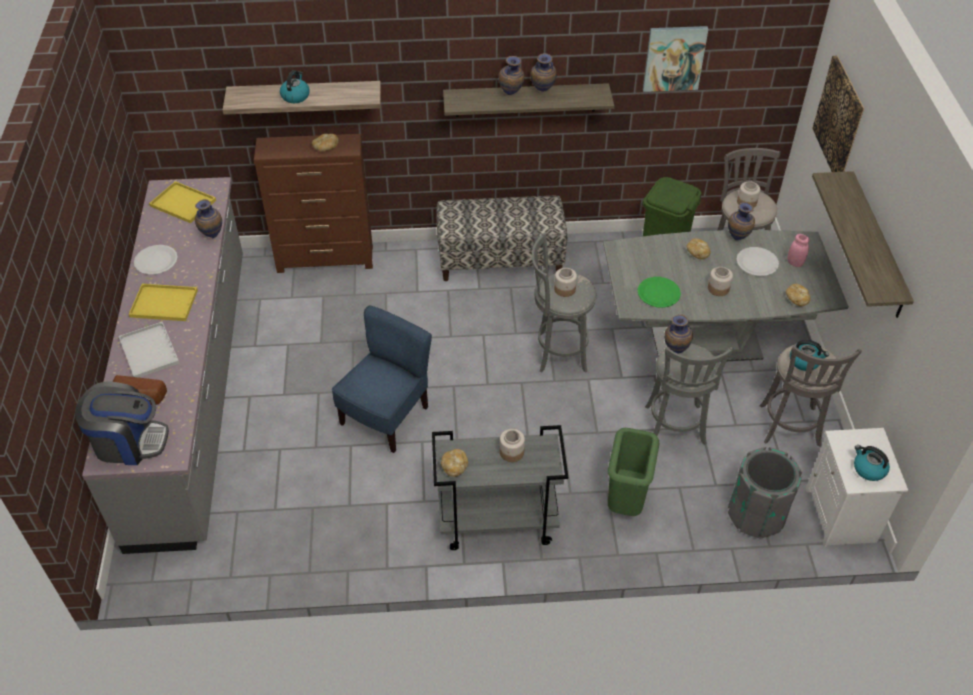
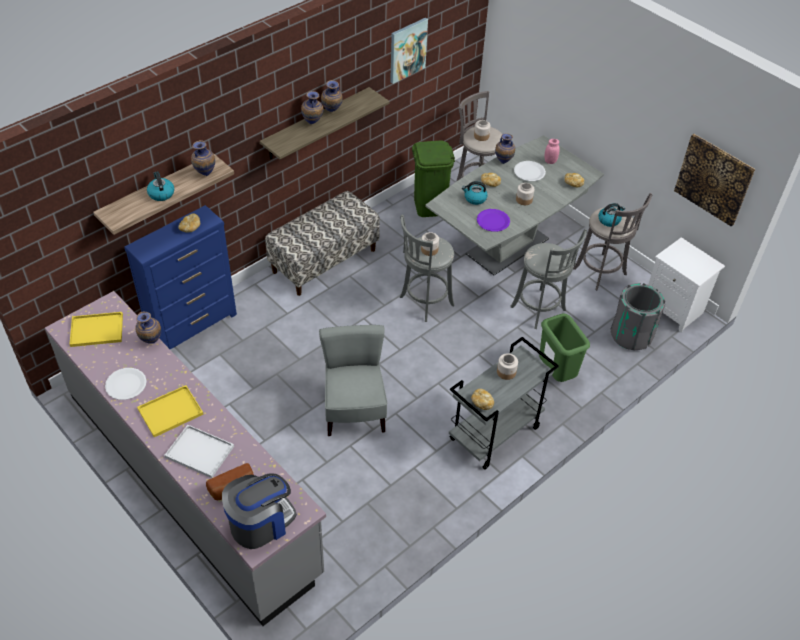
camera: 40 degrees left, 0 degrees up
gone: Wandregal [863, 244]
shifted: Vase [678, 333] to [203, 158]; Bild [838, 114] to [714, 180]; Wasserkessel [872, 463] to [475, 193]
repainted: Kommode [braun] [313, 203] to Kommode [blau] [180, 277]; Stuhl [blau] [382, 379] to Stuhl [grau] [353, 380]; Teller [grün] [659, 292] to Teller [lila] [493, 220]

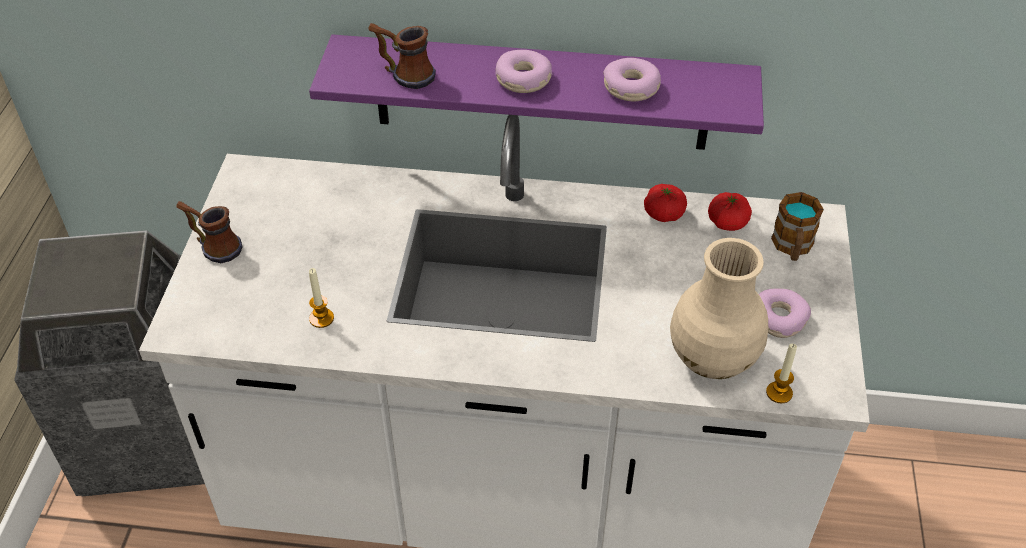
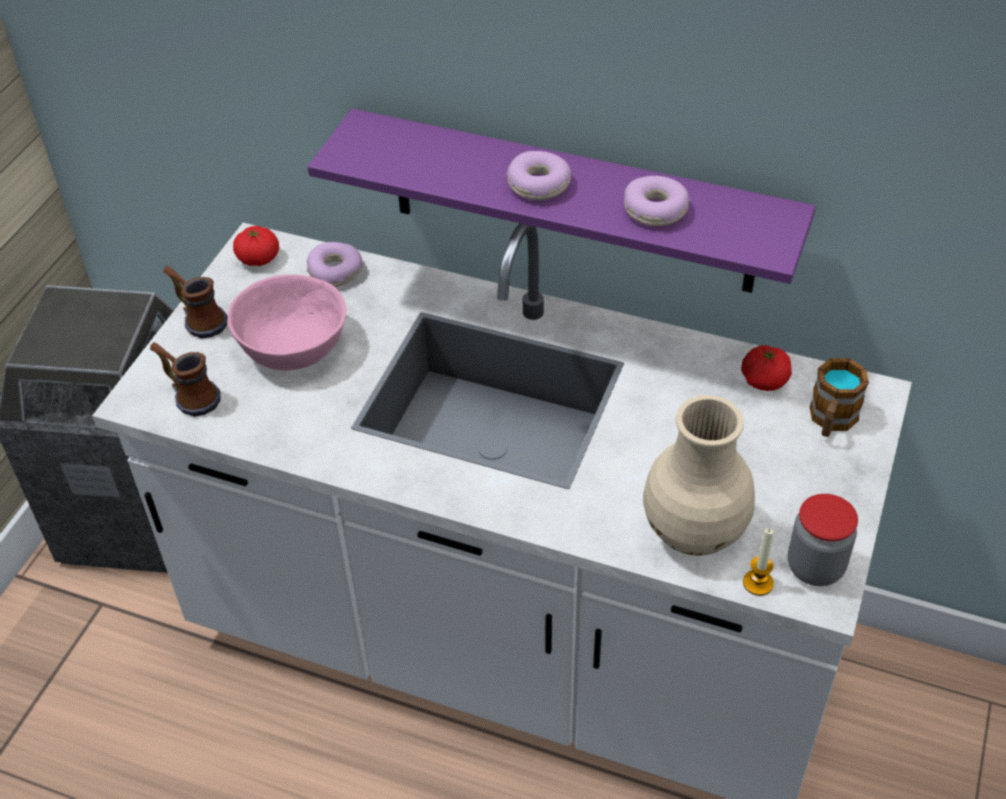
camera: 15 degrees right, 0 degrees up
gone: Kerze [321, 298]
new: Schüssel [rosa] [287, 322]; Vorratsglas [823, 540]
shifted: Henkelbecher [402, 56] to [185, 379]; Tomate [665, 203] to [256, 246]; Donut [785, 313] to [335, 264]

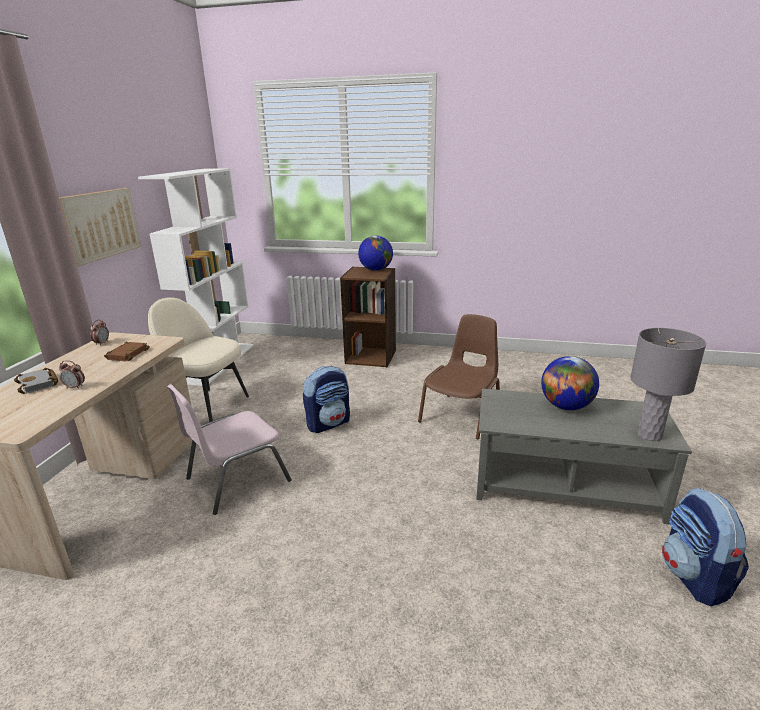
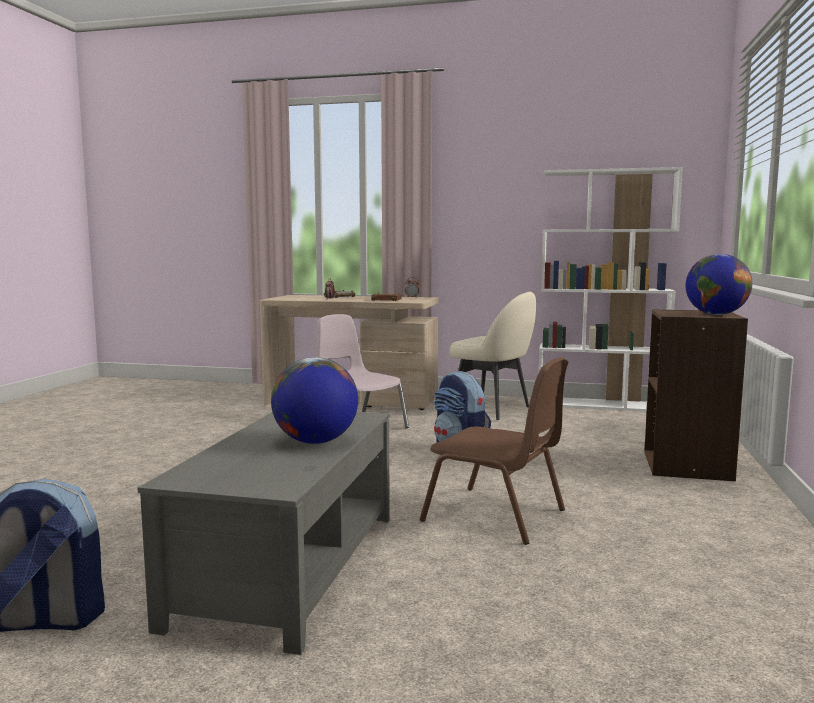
camera: 90 degrees right, 15 degrees down
gone: Bild [100, 227]; Tischlampe [grau] [668, 384]
rotated: Stuhl [beige] [198, 359] = [493, 356] 105 degrees clockwise

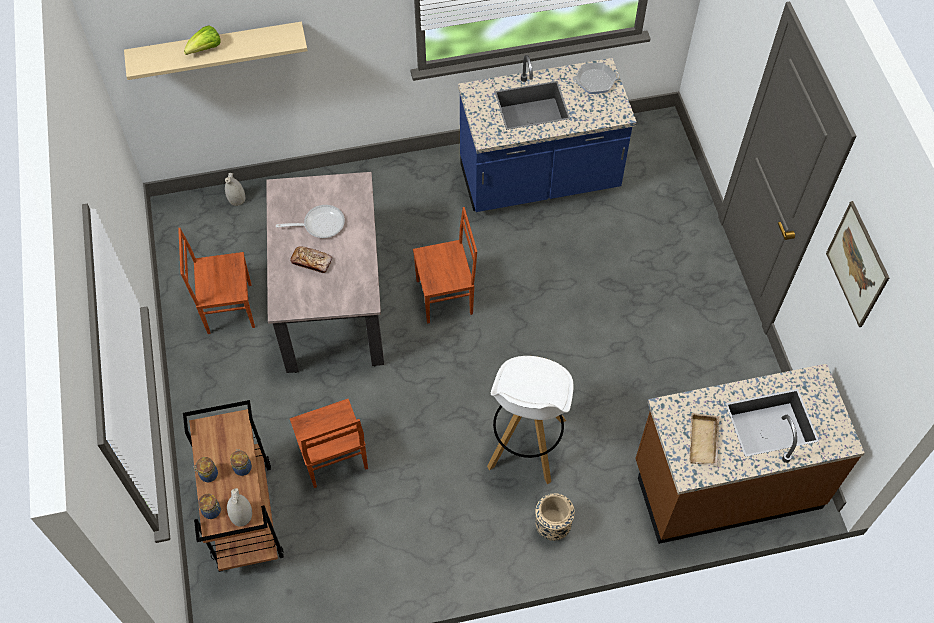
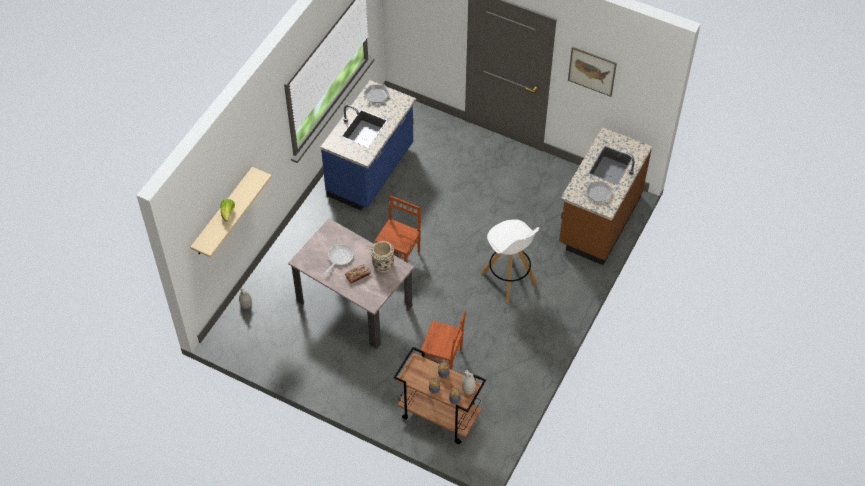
camera: 50 degrees left, 5 degrees down
gone: Stuhl [braun] [216, 281]
shifted: Vase [beige] [555, 517] to [382, 256]
swapped: Tablett [beige] [704, 439] to Pfanne [599, 192]

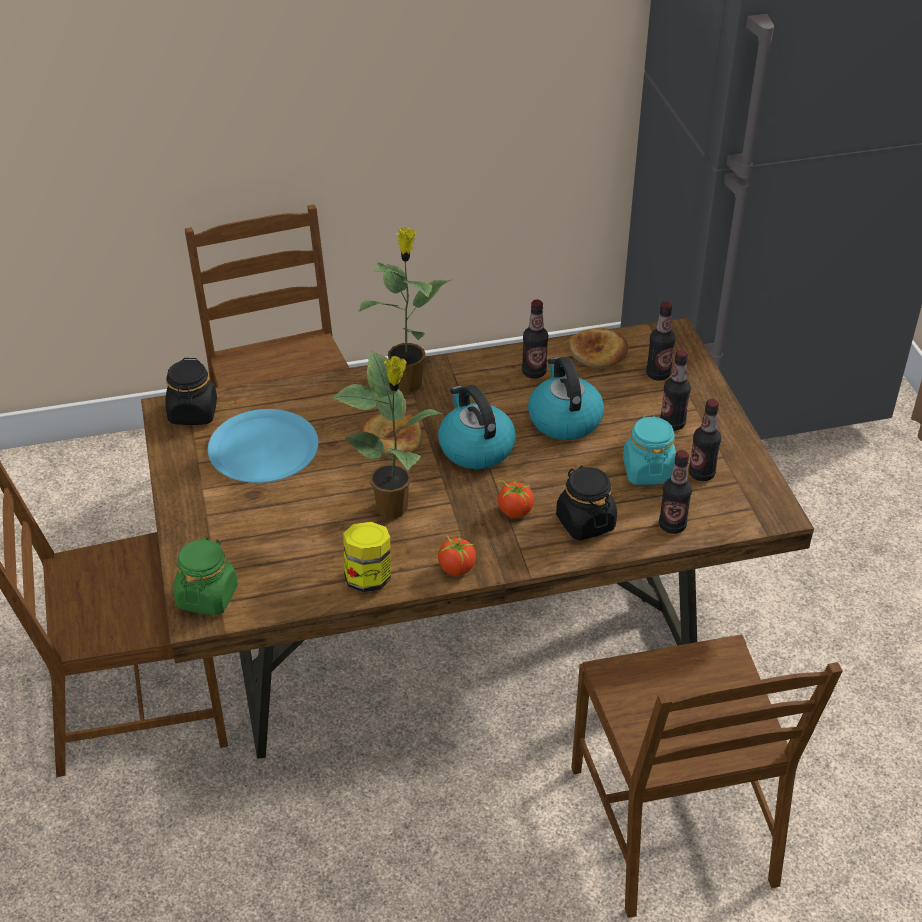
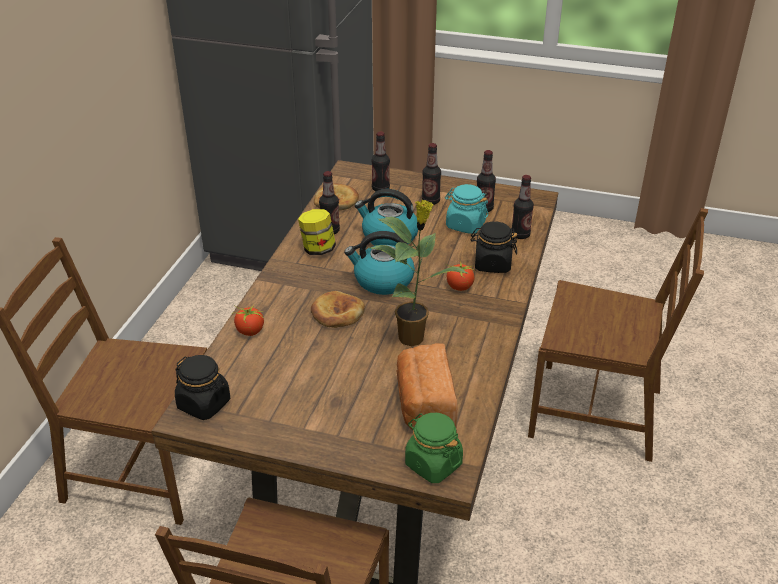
camera: 60 degrees left, 5 degrees down
gone: Teller [blau] [263, 446]; Topfpflanze [404, 310]
new: Brot [427, 386]
shifted: Vorratsglas [366, 557] to [317, 232]; Tomate [457, 552] to [248, 320]

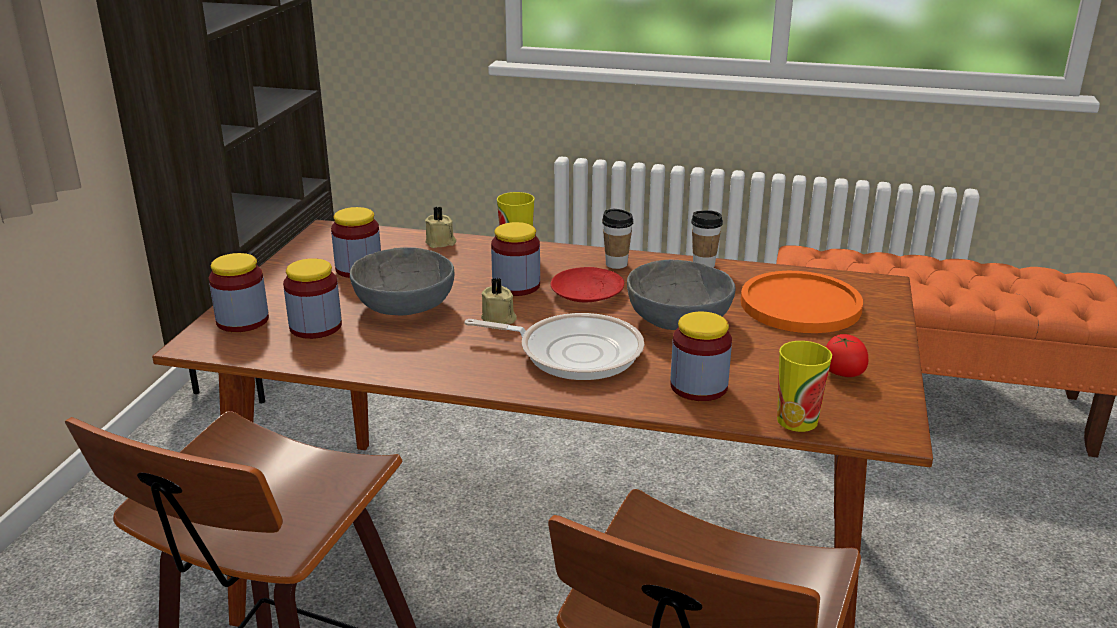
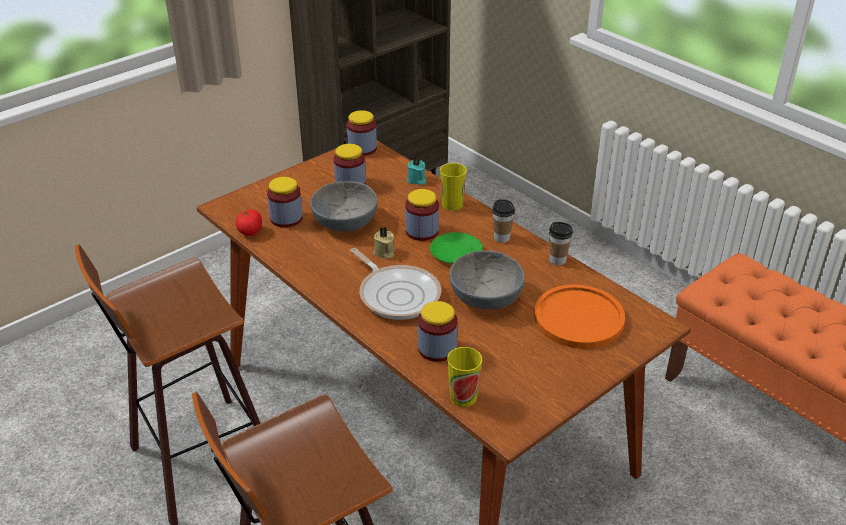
camera: 35 degrees right, 10 degrees up
shifted: Vorratsglas [239, 292] to [362, 133]; Tomate [847, 355] to [249, 222]
repainted: Kerze [beige] [440, 227] to Kerze [türkis] [416, 170]; Teller [rot] [587, 284] to Teller [grün] [456, 248]

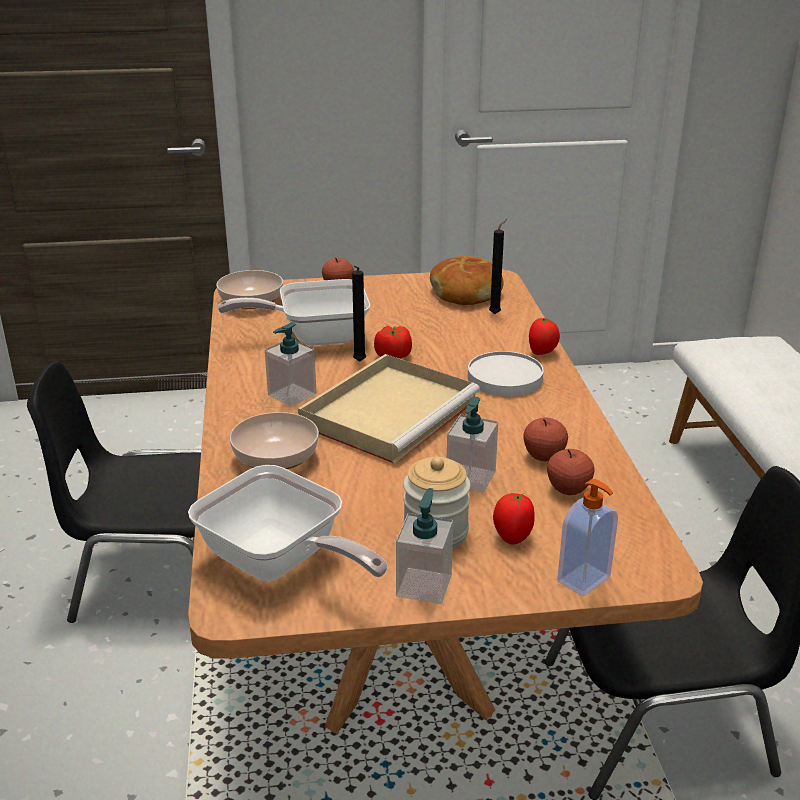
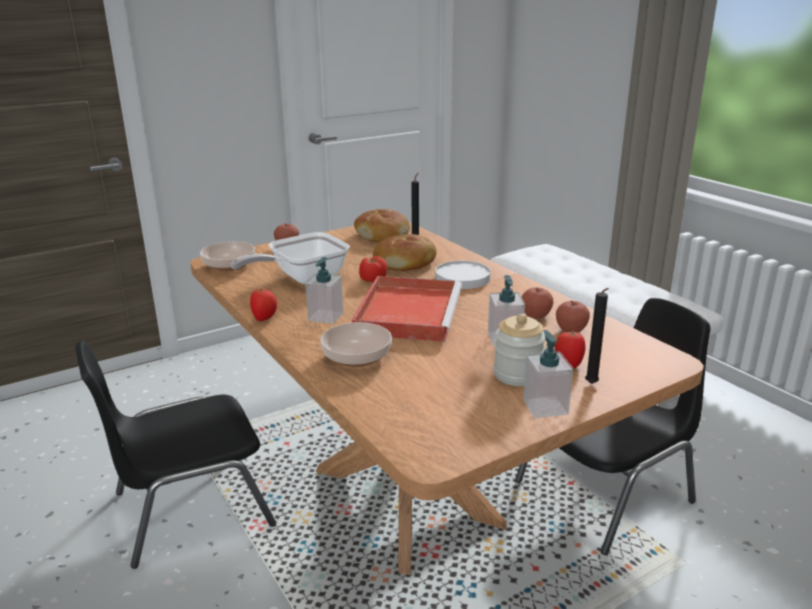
camera: 25 degrees left, 5 degrees down
gone: Pfanne [287, 523]; Seifenspender [587, 538]
new: Brot [404, 252]
shifted: Kerze [schwarz] [359, 314] to [597, 336]; Tomate [544, 336] to [263, 304]
repainted: Tablett [beige] [389, 409] to Tablett [rot] [407, 309]

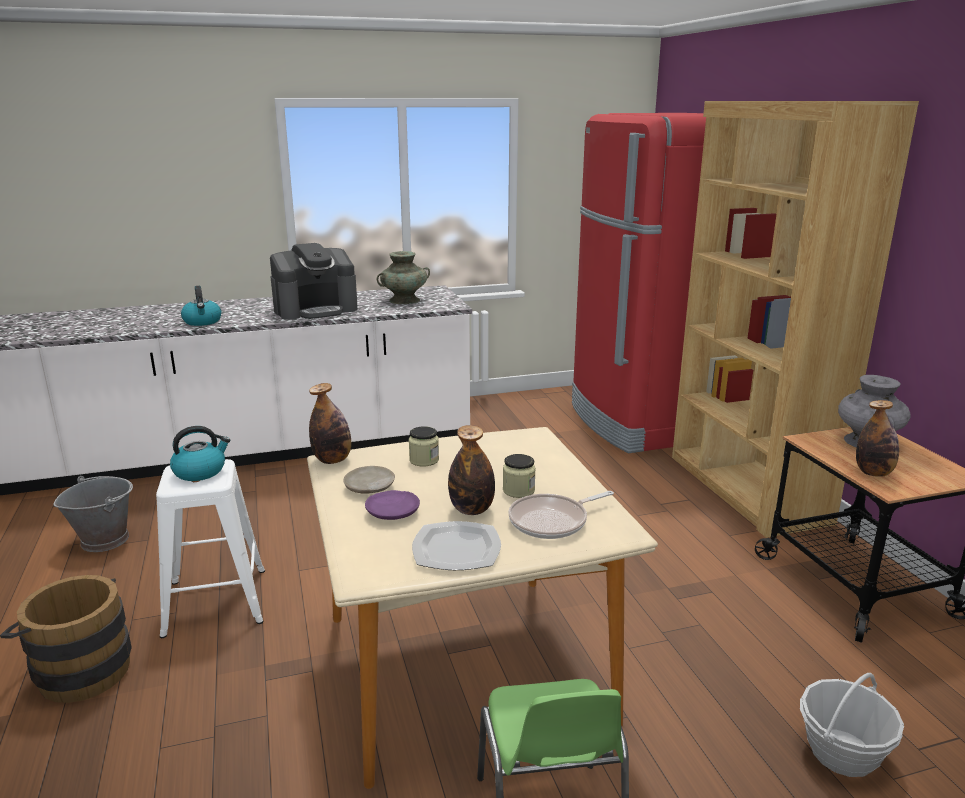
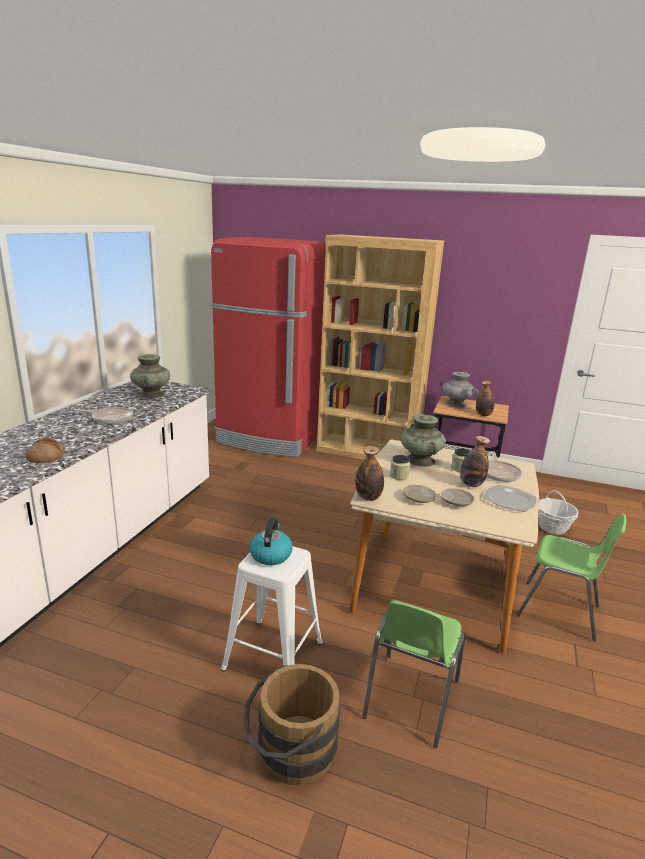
camera: 55 degrees left, 0 degrees up
gone: Eimer [grau] [93, 514]
new: Stuhl [grün] [414, 674]; Vase [türkis] [423, 440]
swapped: Wasserkessel [201, 306] to Brot [45, 450]; Kaffeemaschine [314, 281] to Pfanne [103, 415]
repainted: Teller [lila] [392, 505] to Teller [beige] [457, 497]

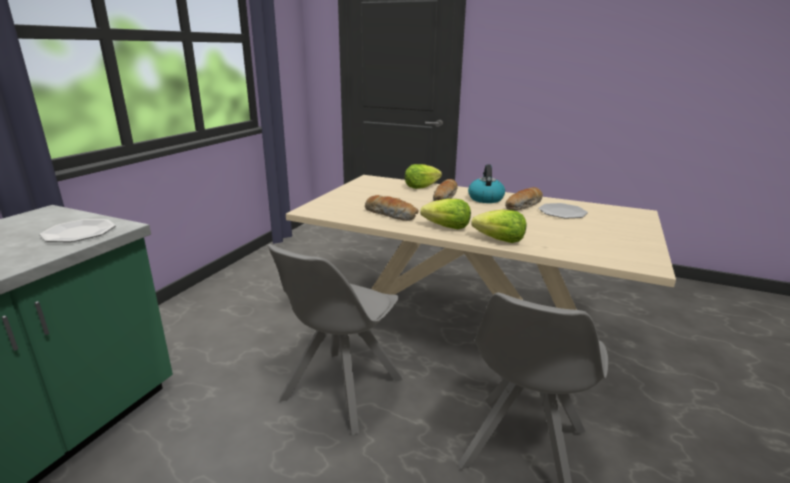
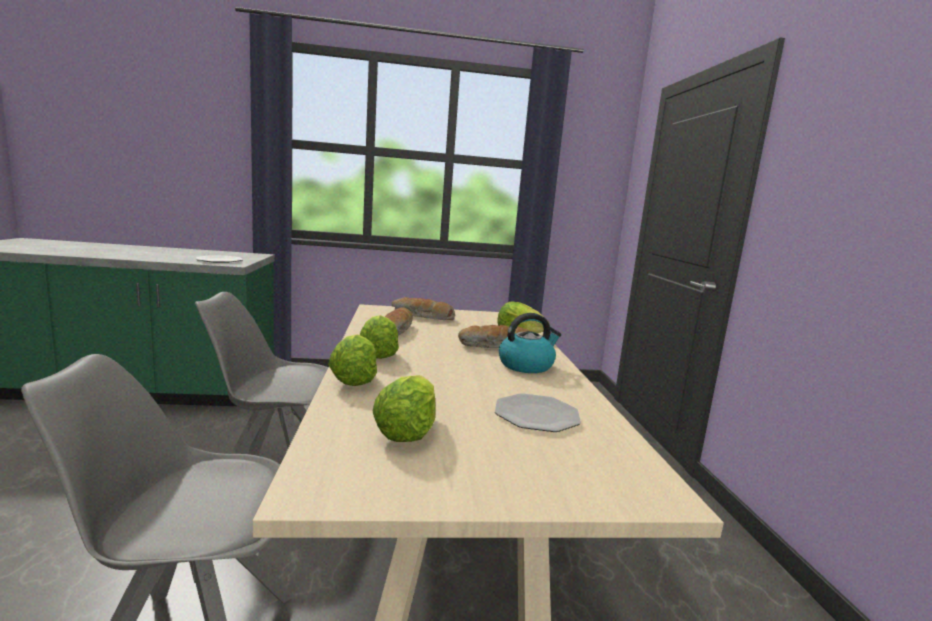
camera: 60 degrees right, 10 degrees down
new: Salatkopf [404, 408]
shifted: Brot [524, 199] to [423, 308]

